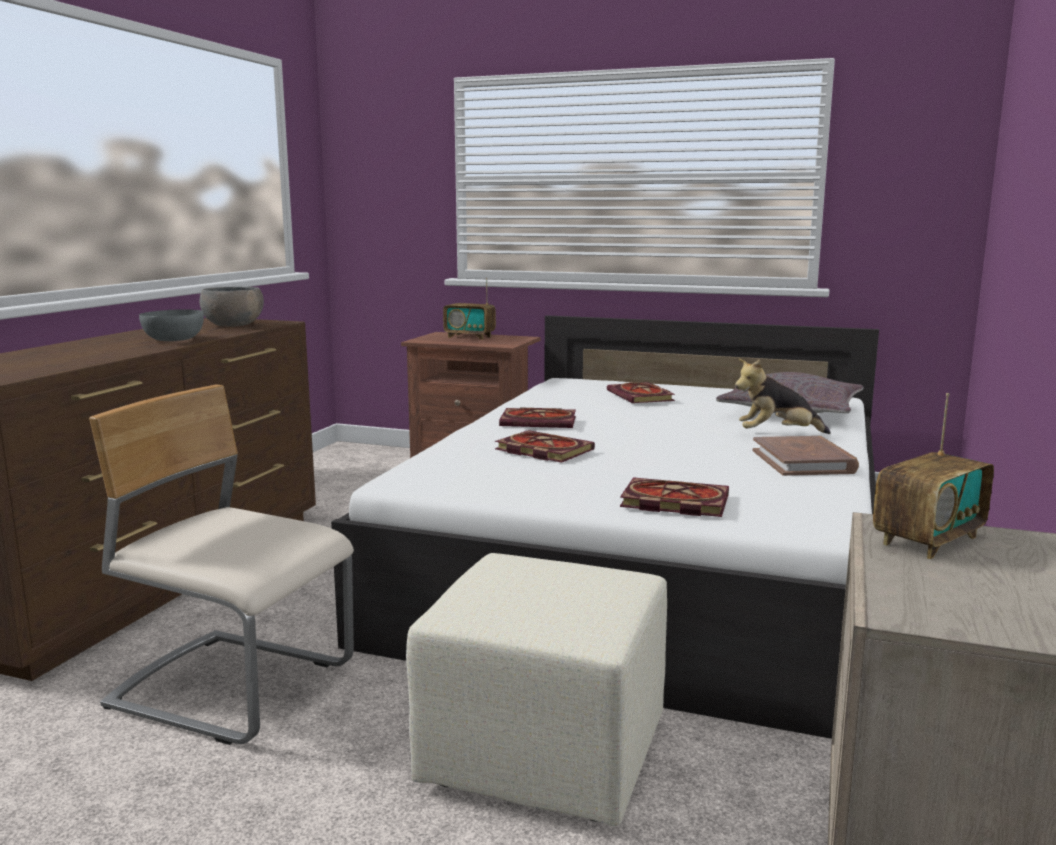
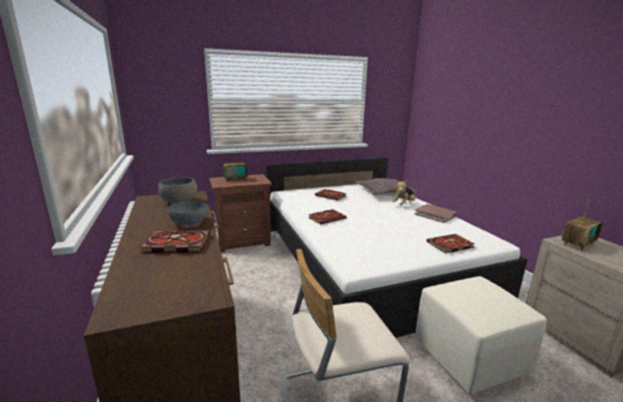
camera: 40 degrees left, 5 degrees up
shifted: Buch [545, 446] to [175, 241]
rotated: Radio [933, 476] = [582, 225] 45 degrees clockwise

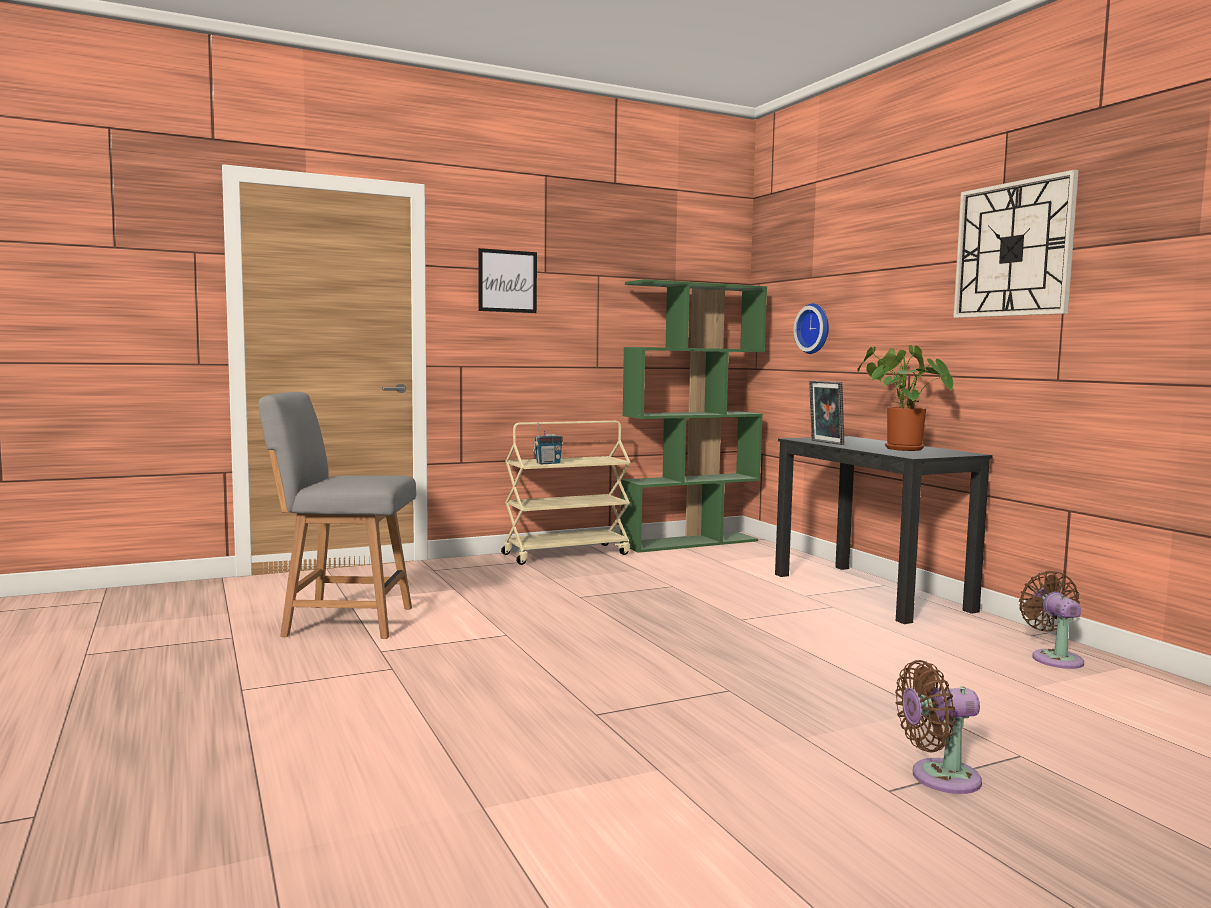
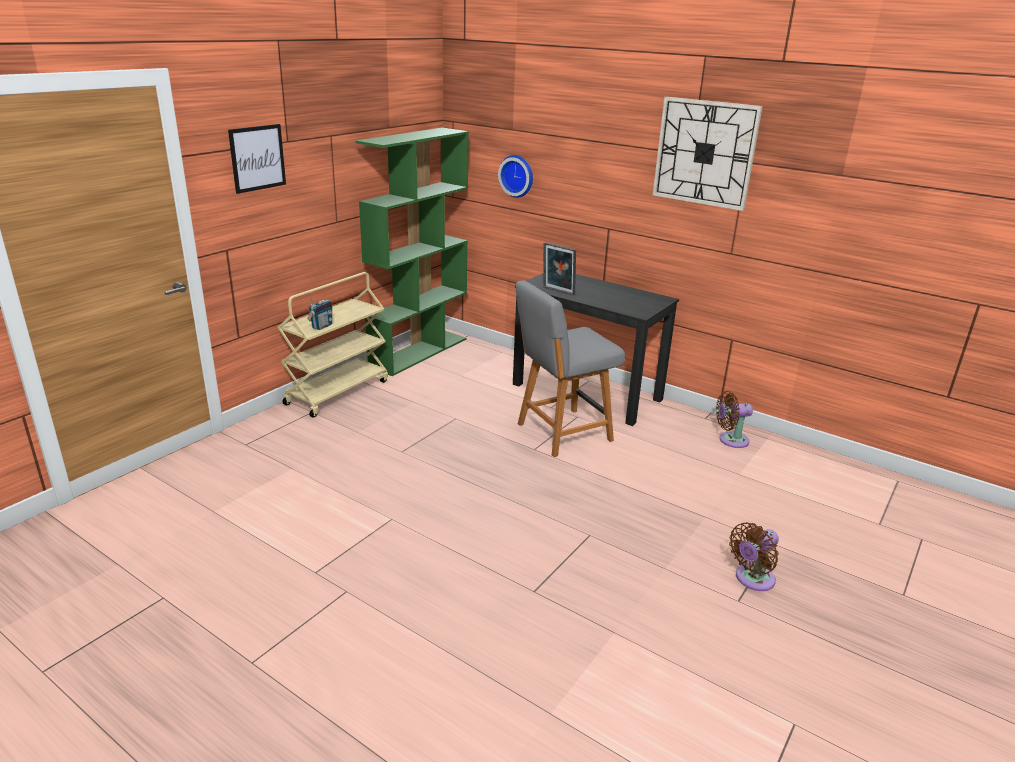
camera: 30 degrees left, 20 degrees up
gone: Topfpflanze [905, 398]
shifted: Stuhl [grau] [337, 515] to [570, 368]
rotated: Ventilator [braun] [1051, 620] = [734, 419] 60 degrees counterclockwise

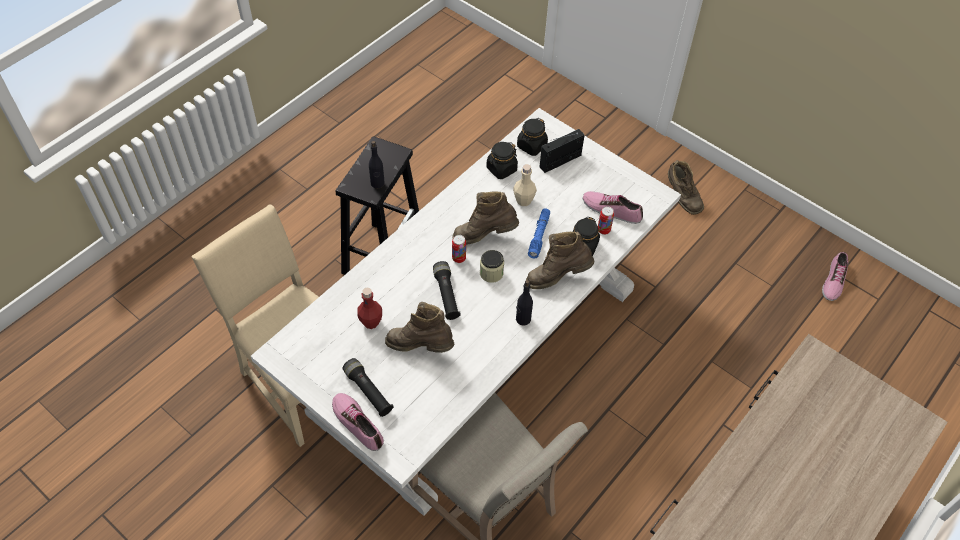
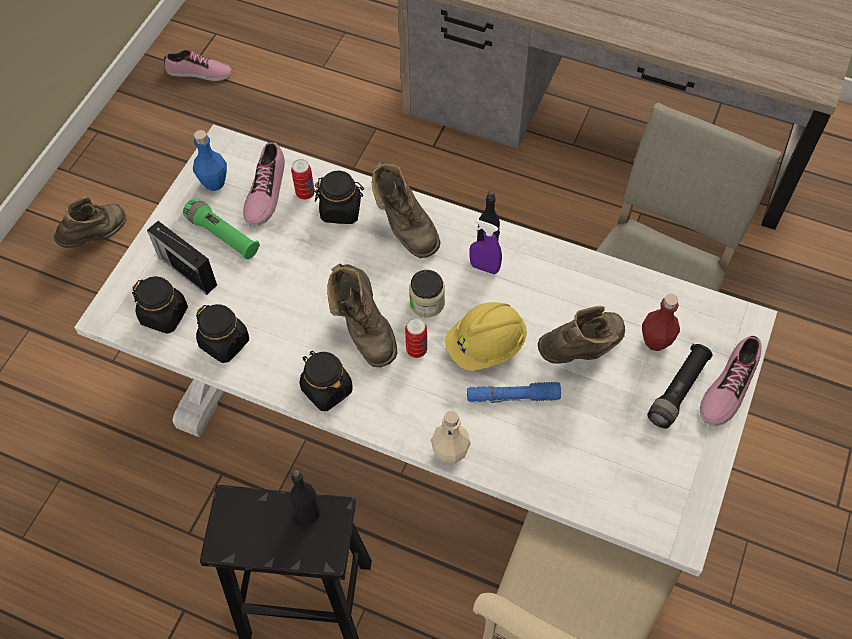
camera: 105 degrees left, 5 degrees up
new: Taschenlampe [grün] [221, 228]; Flasche [blau] [210, 160]; Vorratsglas [schwarz] [326, 381]; Sprühflasche [lila] [485, 246]
shifted: Flasche [rot] [369, 308] to [661, 322]; Flasche [beige] [525, 185] to [451, 437]; Taschenlampe [blau] [539, 234] to [514, 392]
swapped: Taschenlampe [schwarz] [447, 290] to Schutzhelm [gelb] [486, 336]
rotated: Stiefel [braun] [419, 327] = [581, 335] 120 degrees counterclockwise

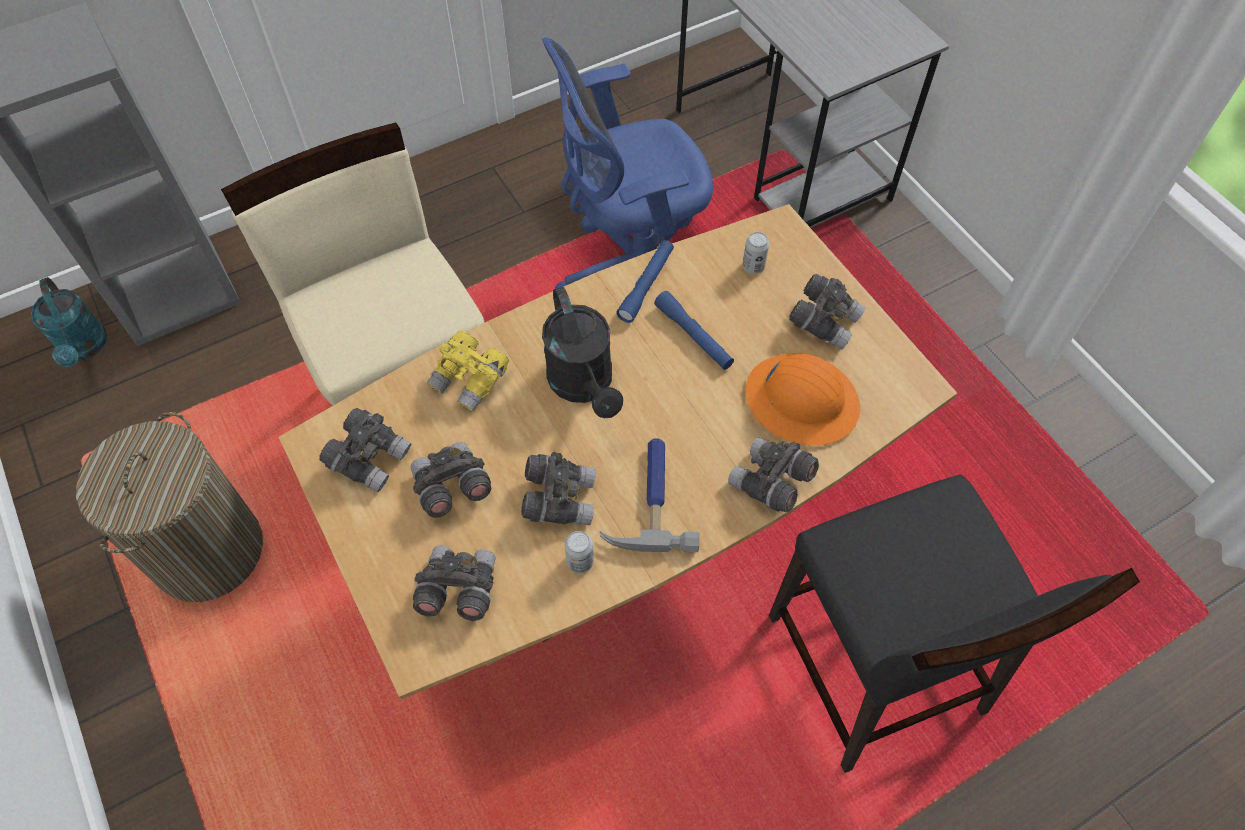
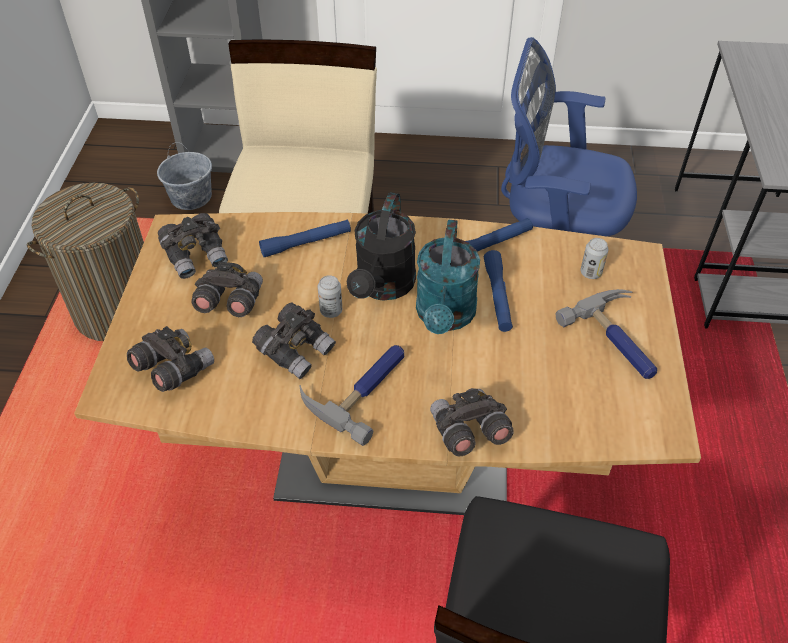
camera: 35 degrees right, 10 degrees down
gone: Schutzhelm [orange] [803, 399]
new: Eimer [grau] [184, 176]
shifted: Gießkanne [türkis] [69, 322] to [448, 276]; Dose [579, 552] to [330, 296]
swapped: Fernglas [gelb] [467, 371] to Taschenlampe [blau] [305, 238]; Fernglas [grau] [827, 311] to Hammer [606, 334]

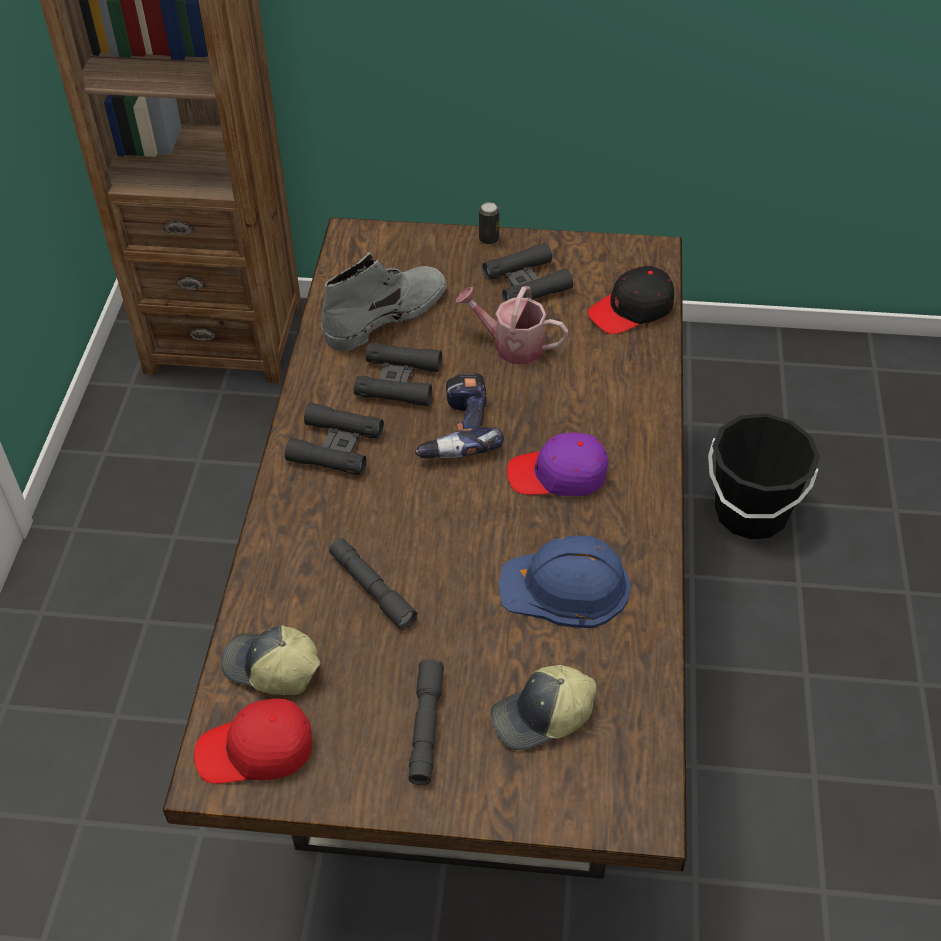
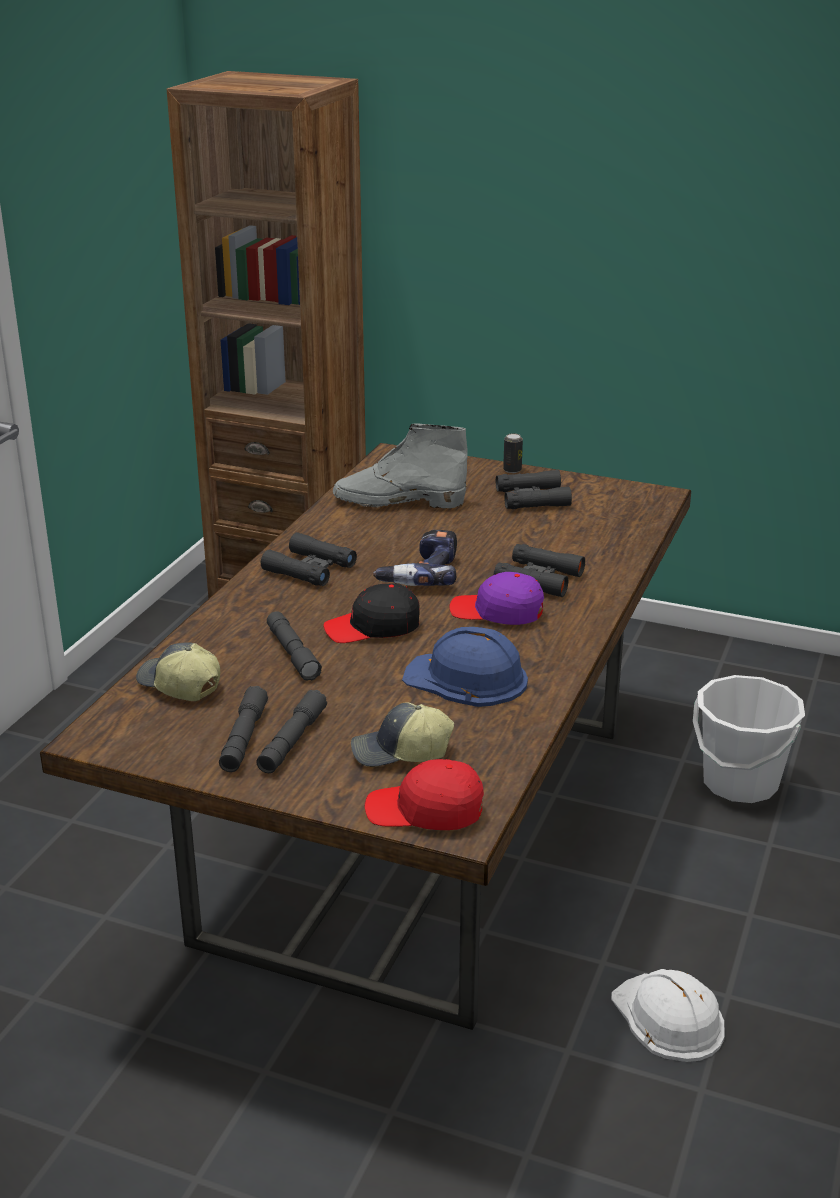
camera: 15 degrees right, 20 degrees down
gone: Gießkanne [512, 325]
new: Taschenlampe [grau] [243, 729]; Schutzhelm [weiß] [668, 1015]
shifted: Kappe [rot] [253, 741] to [424, 794]; Fernglas [schwarz] [398, 374] to [539, 570]; Kappe [schwarz] [631, 300] to [372, 613]
repainted: Eimer [schwarz] [764, 476] to Eimer [weiß] [749, 739]
rotated: Stiefel [grau] [384, 301] = [400, 466] 150 degrees counterclockwise

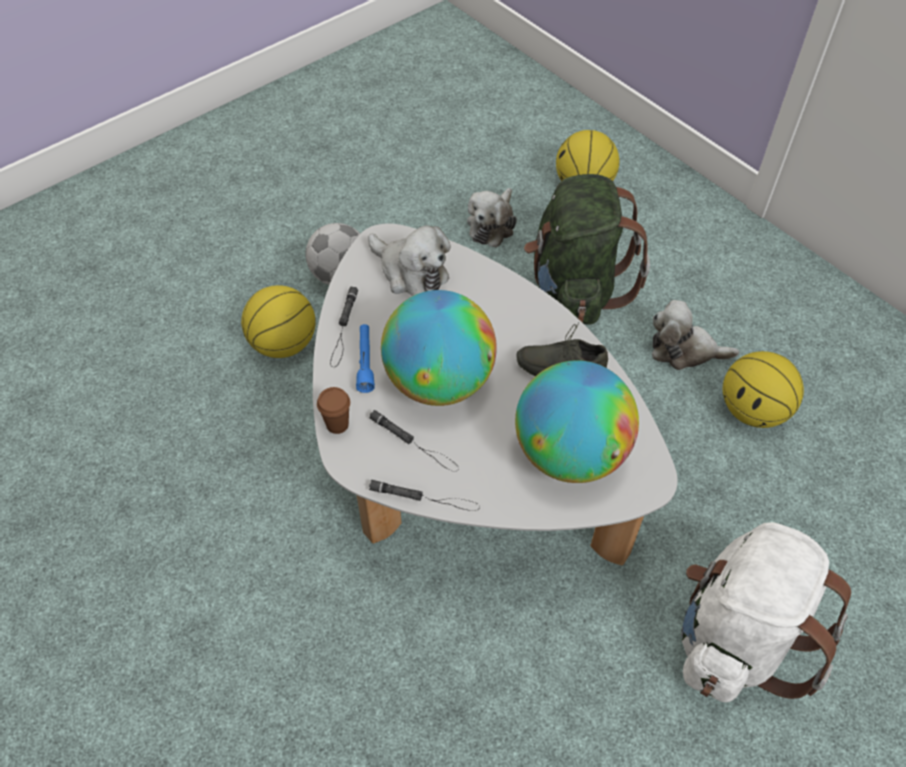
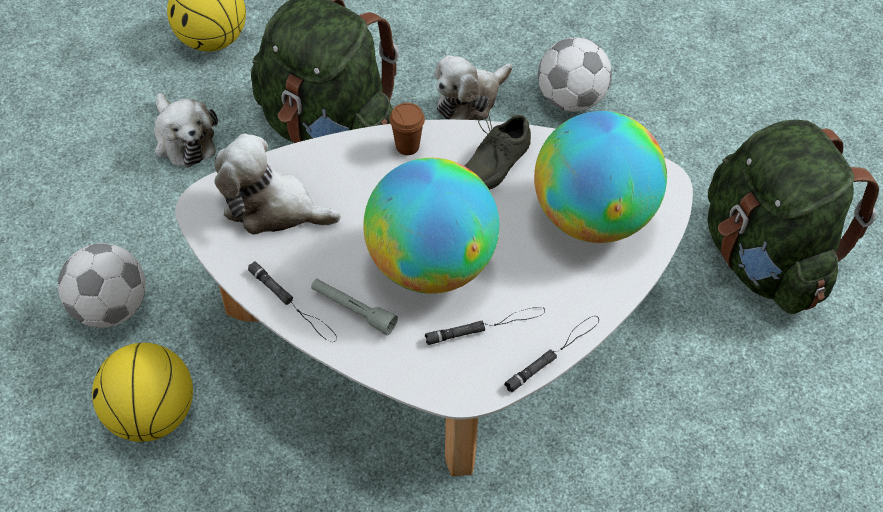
camera: 55 degrees left, 0 degrees up
shifted: Tasse [braun] [333, 410] to [407, 129]
swapped: Basketball [763, 389] to Fußball [575, 74]
repainted: Taschenlampe [blau] [365, 358] to Taschenlampe [grau] [354, 307]; Rucksack [weiß] [766, 612] to Rucksack [grün] [793, 216]
rotated: Plüschtier [409, 260] = [277, 184] 150 degrees counterclockwise

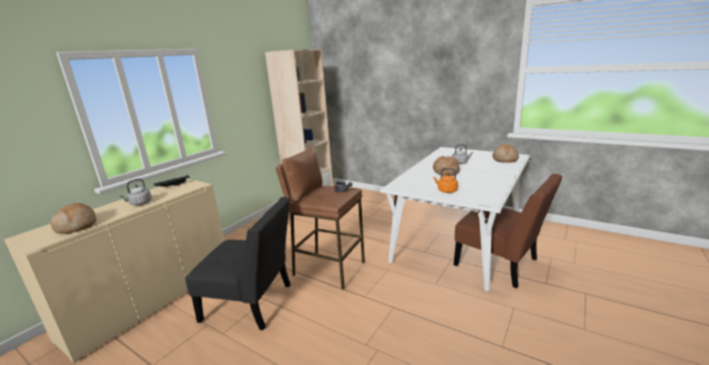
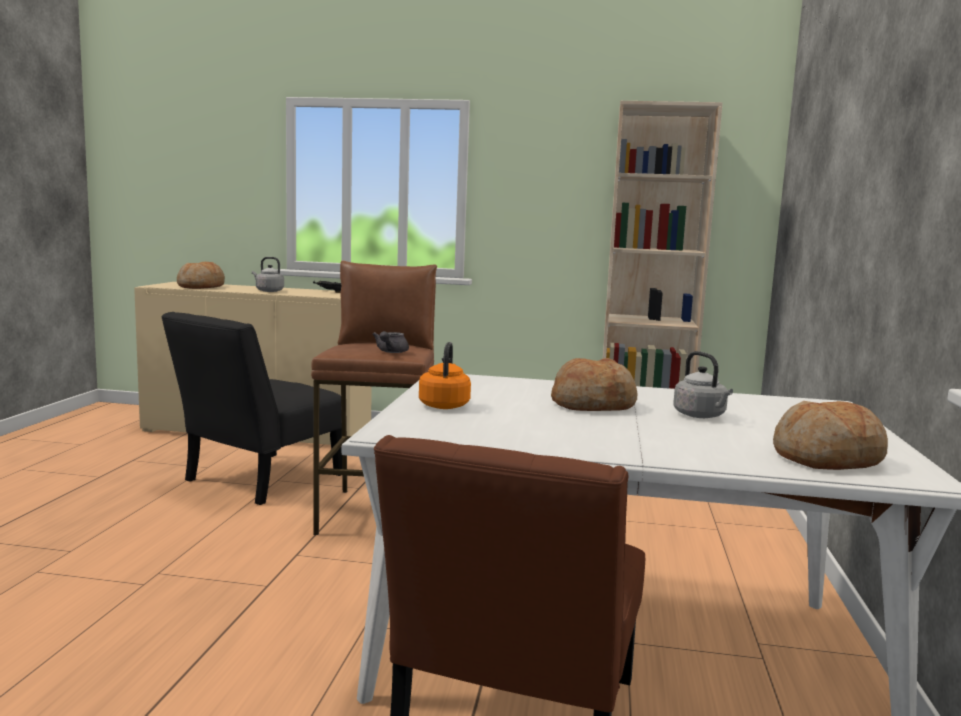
camera: 65 degrees right, 10 degrees down
rotated: Stuhl [schwarz] [238, 263] = [251, 408] 45 degrees clockwise

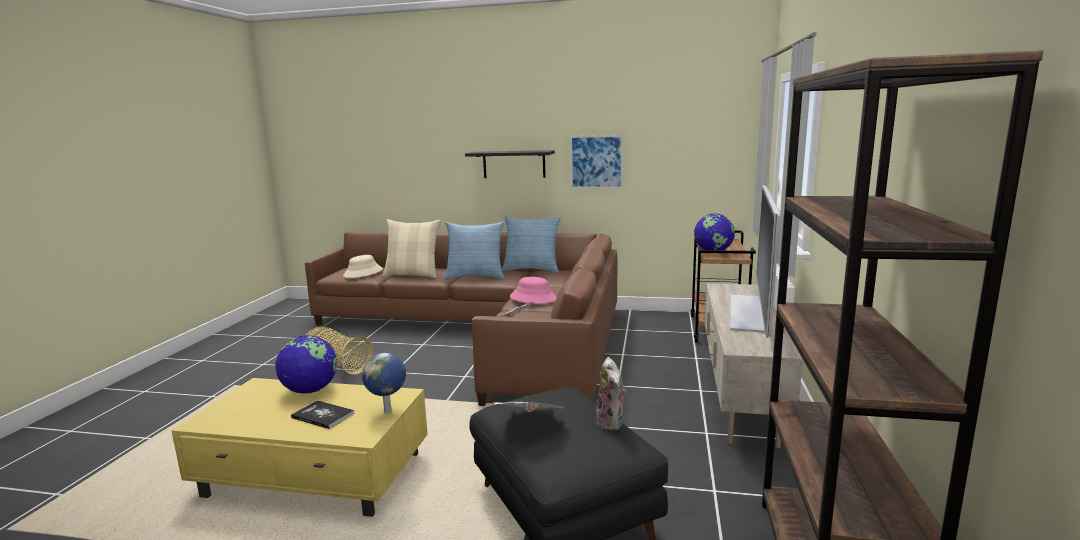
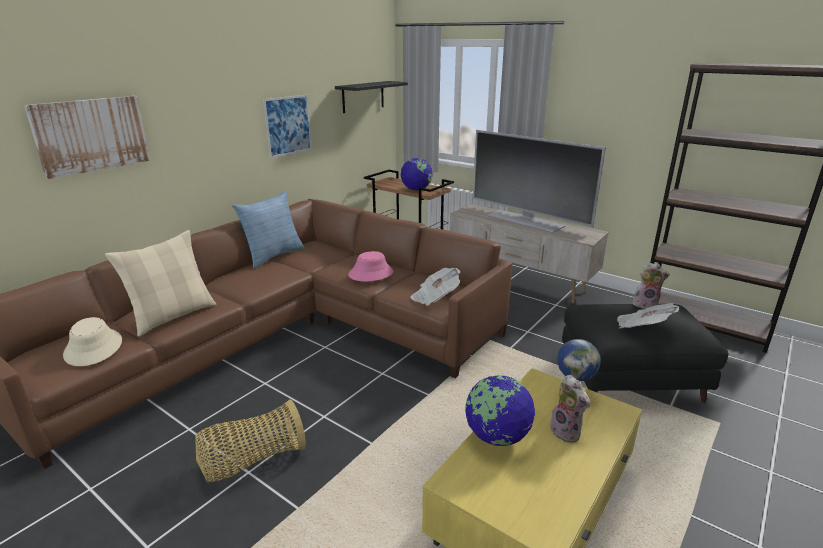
camera: 65 degrees left, 10 degrees up
gone: Kissen [474, 250]
new: Bild [87, 137]
shifted: Wandregal [schwarz] [510, 164] to [371, 97]
swapped: Buch [323, 414] to Plüschtier [570, 409]

